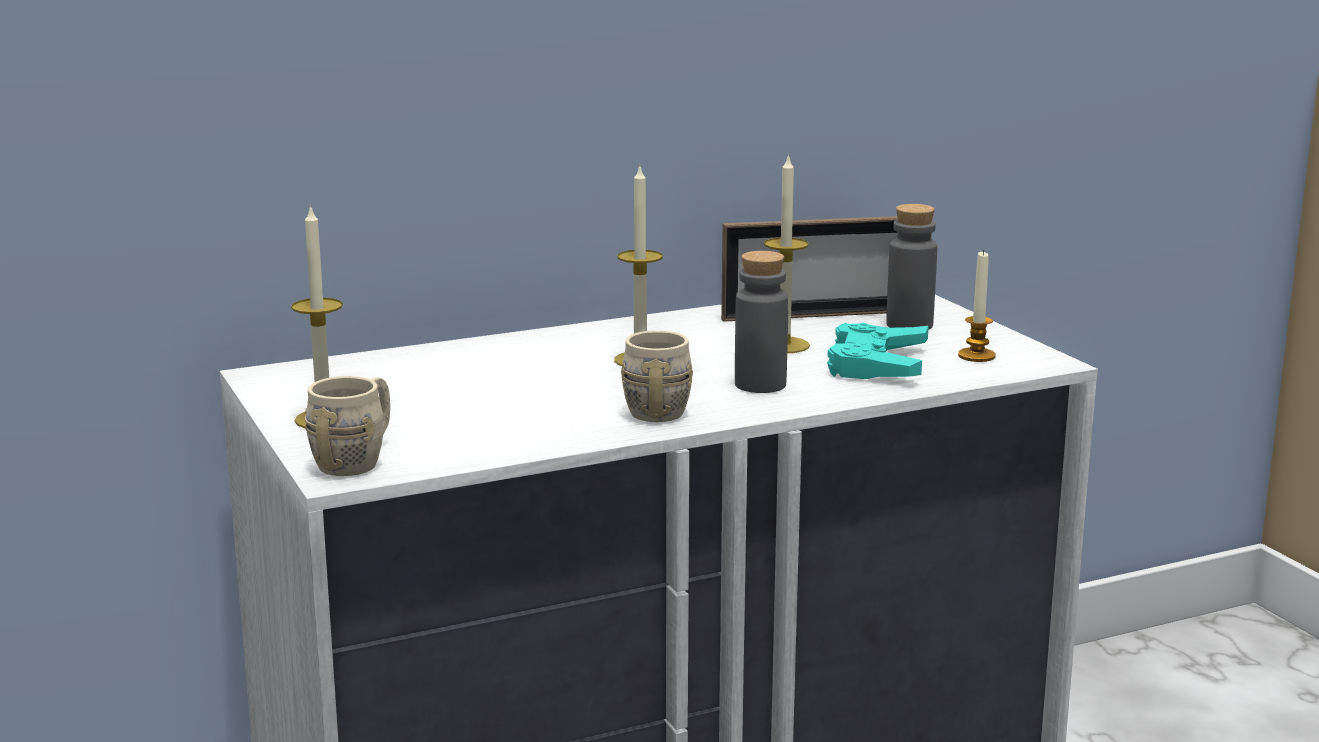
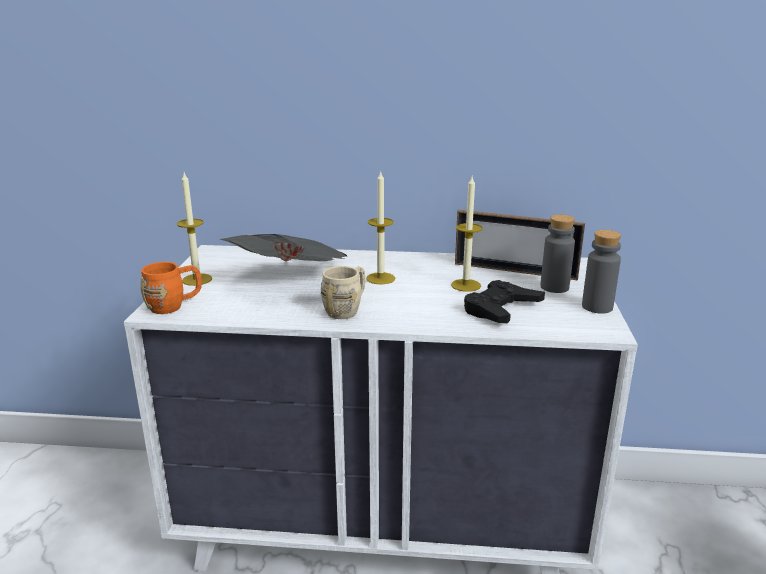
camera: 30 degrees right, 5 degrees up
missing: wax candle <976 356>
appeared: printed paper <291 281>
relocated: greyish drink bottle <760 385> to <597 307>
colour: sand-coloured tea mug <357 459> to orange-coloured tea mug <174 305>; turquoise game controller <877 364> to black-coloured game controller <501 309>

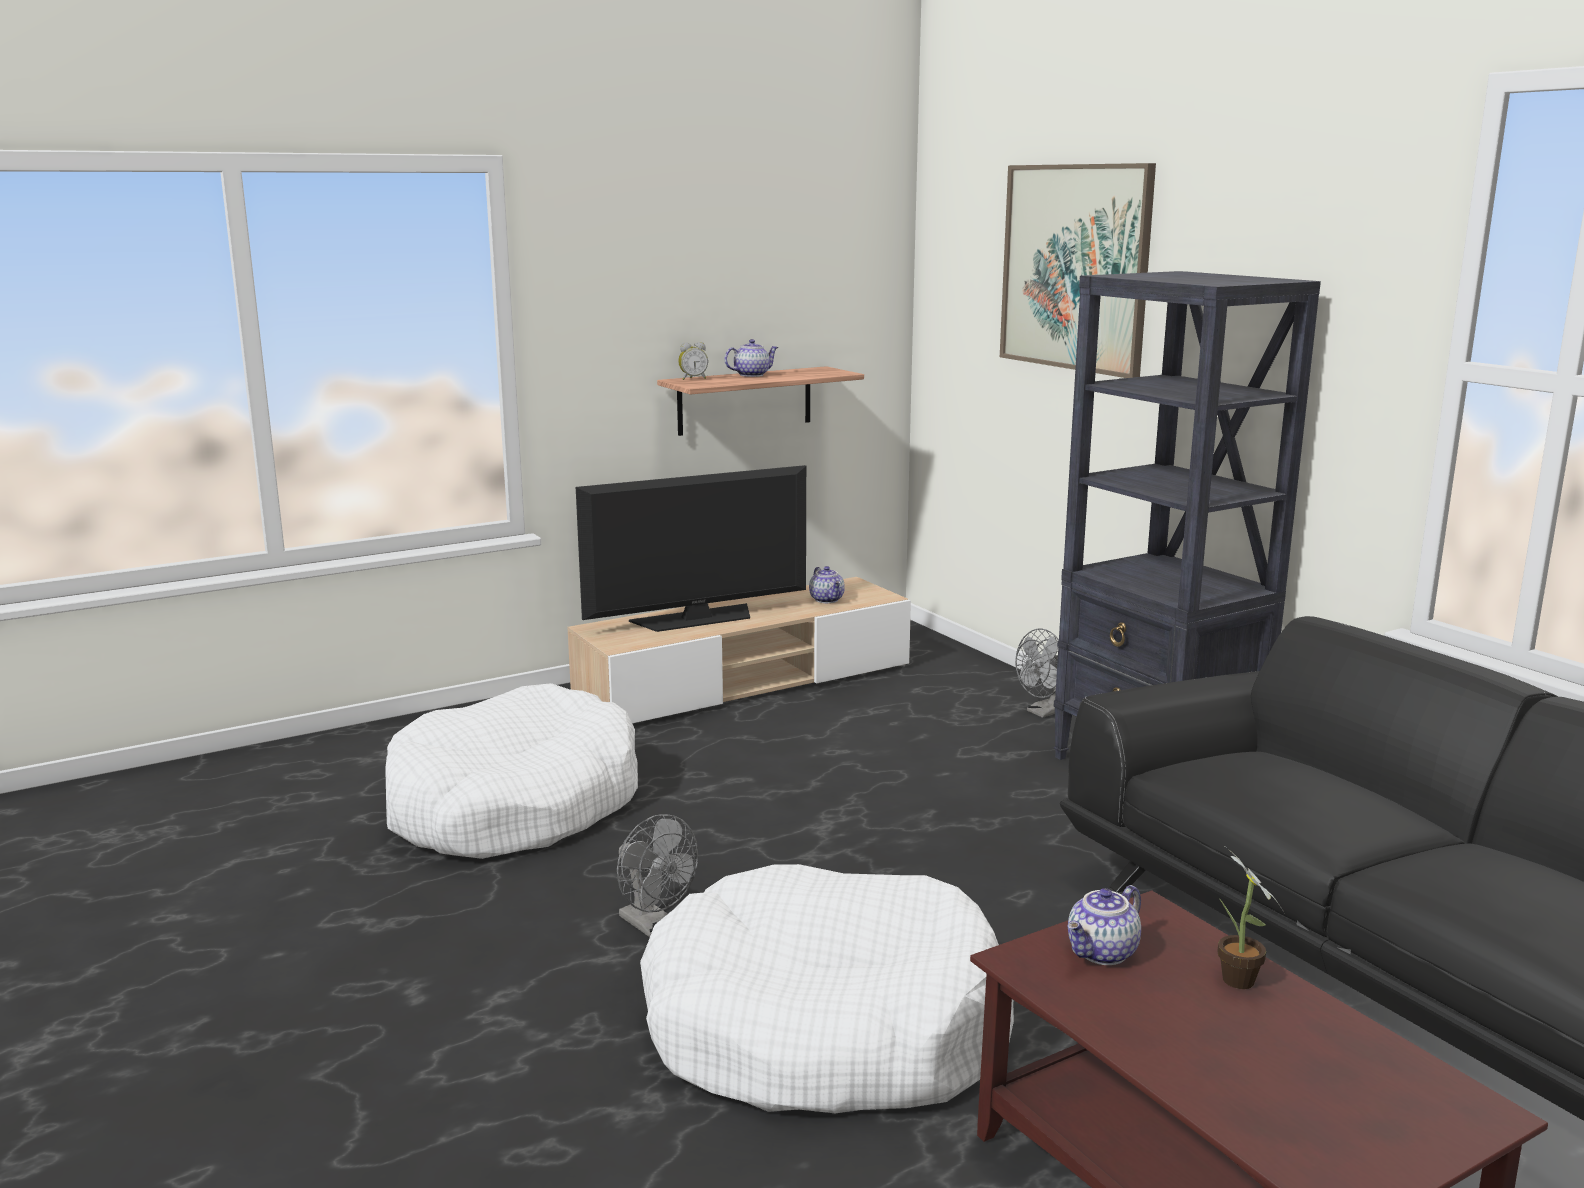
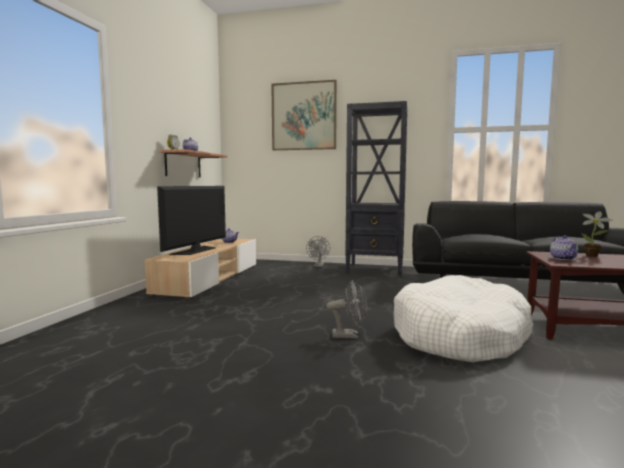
camera: 45 degrees left, 10 degrees down
missing: whitish pet bed <514 805>

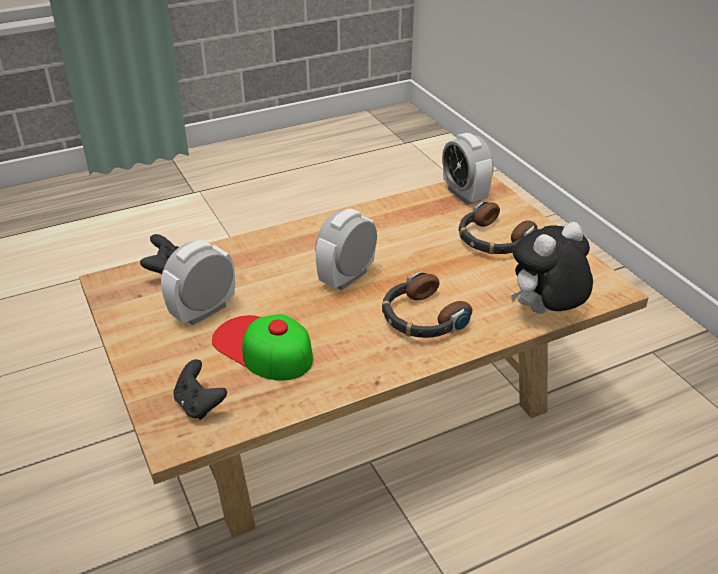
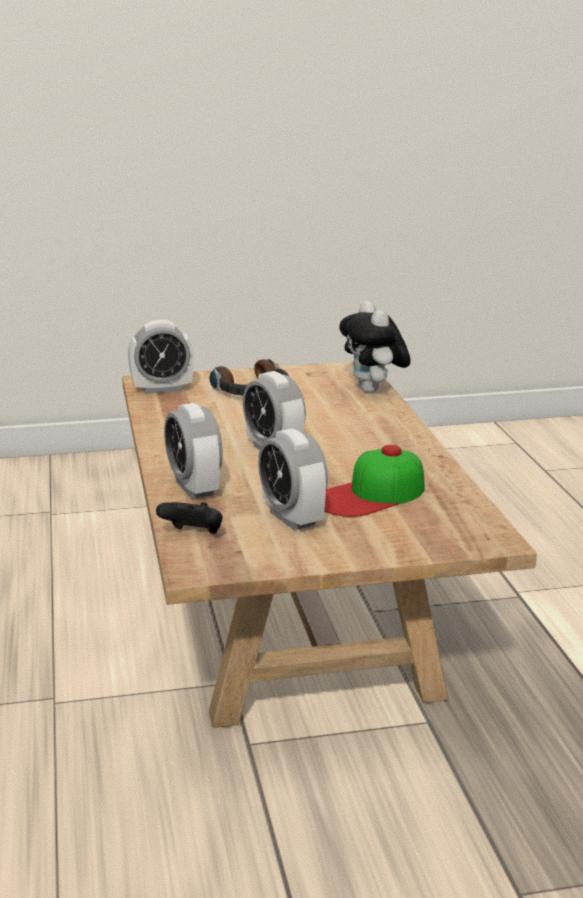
camera: 75 degrees left, 15 degrees down
missing: black-coloured game controller <199 405>; headphones <422 317>
appeared: alarm clock <194 488>

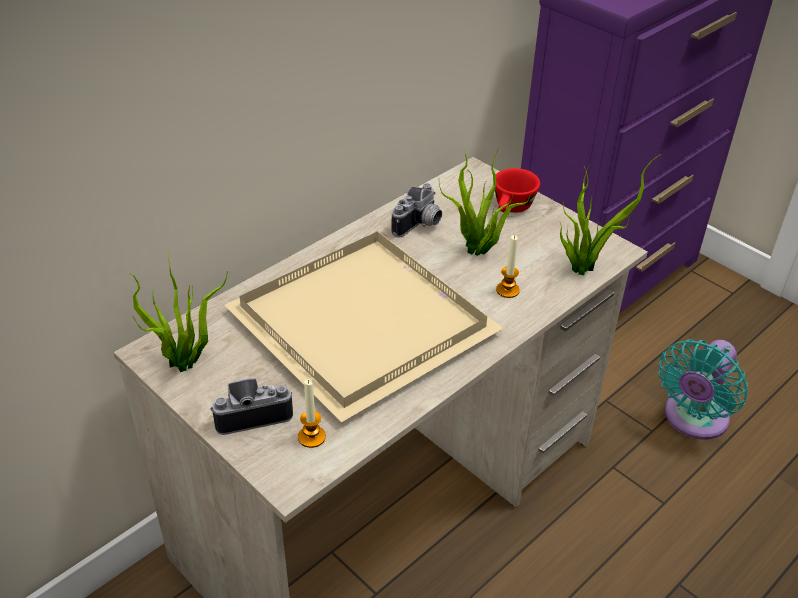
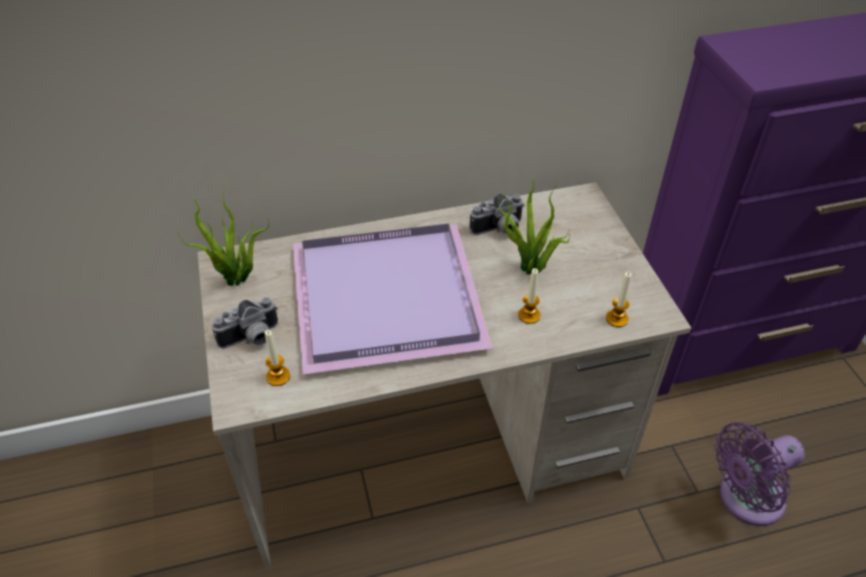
camera: 30 degrees right, 5 degrees up
missing: red drinking cup <512 209>
exchanged: plant in a pot <584 266> to wax candle <616 319>
colour: sand-coloured tray <367 324> to purplish tray <390 300>; turquoise electric fan <693 420> to purplish electric fan <745 499>
spun: still camera <252 413> = <252 339> 135 degrees clockwise

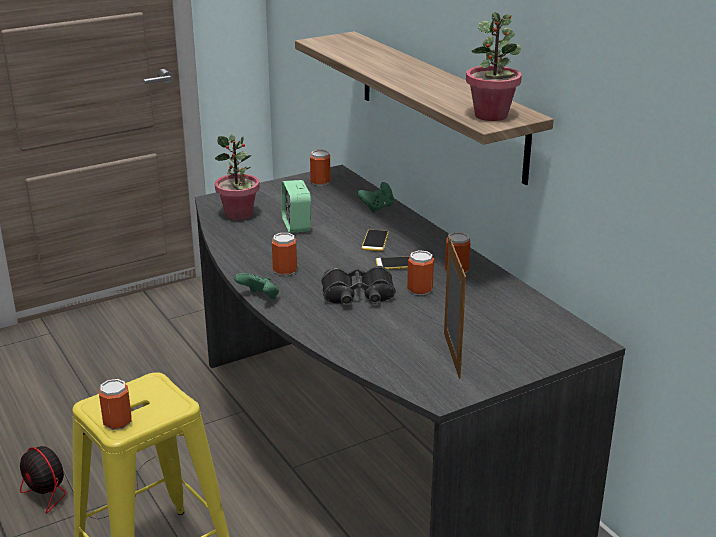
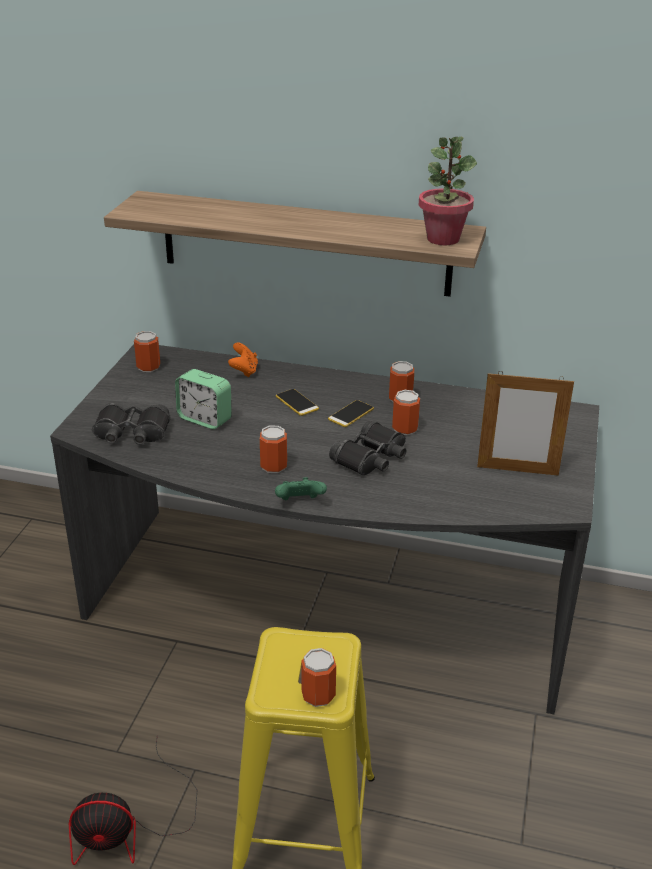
camera: 45 degrees left, 5 degrees up
exchanged: plant in a pot <239 214> to black-coloured pair of binoculars <132 433>
colour: green-coloured game controller <377 208> to orange-coloured game controller <244 371>
spun: picture frame <451 355> = <517 470> 150 degrees clockwise

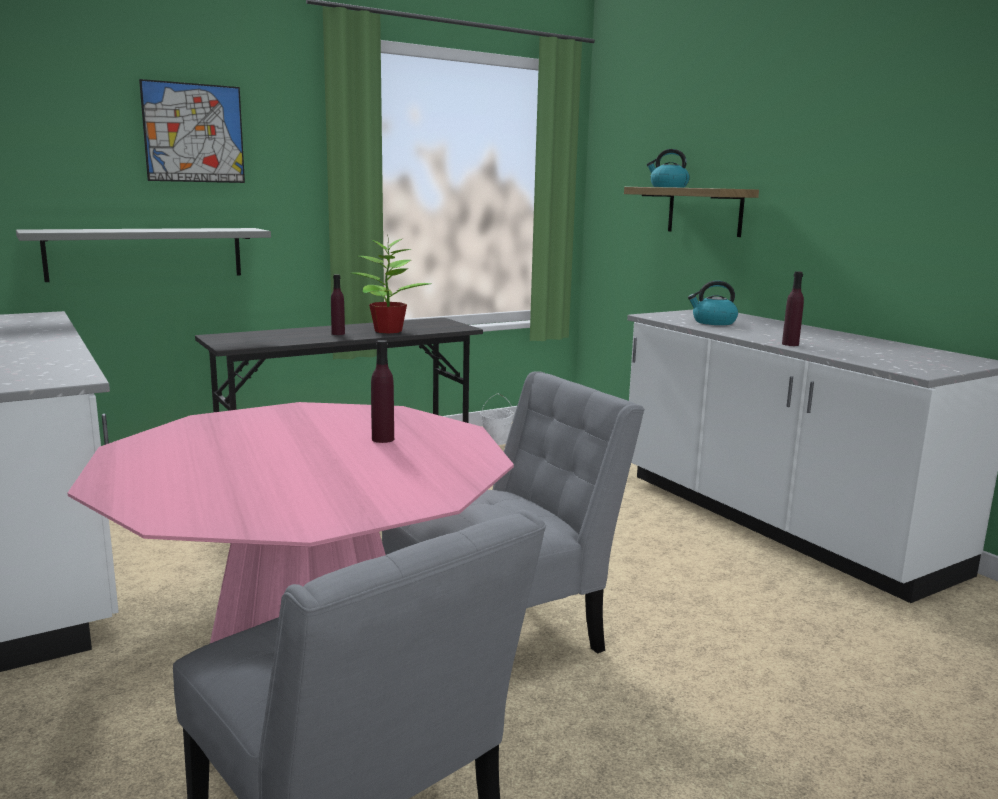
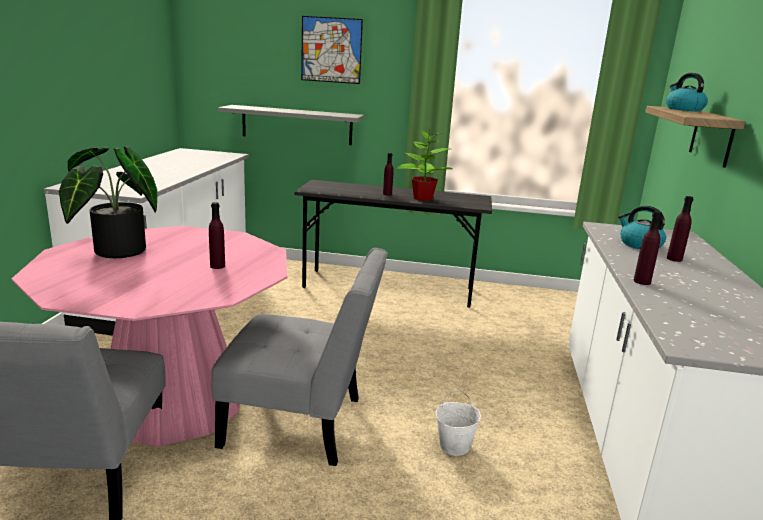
camera: 40 degrees right, 5 degrees up
appeared: plant in a pot <114 252>; purplish drink bottle <674 259>
relocated: whitish bucket <496 441> to <455 445>

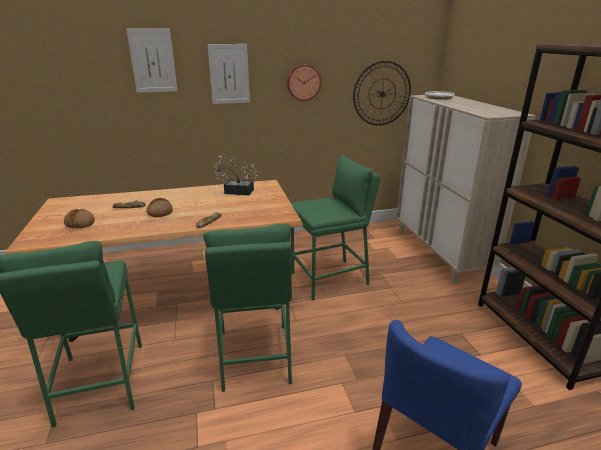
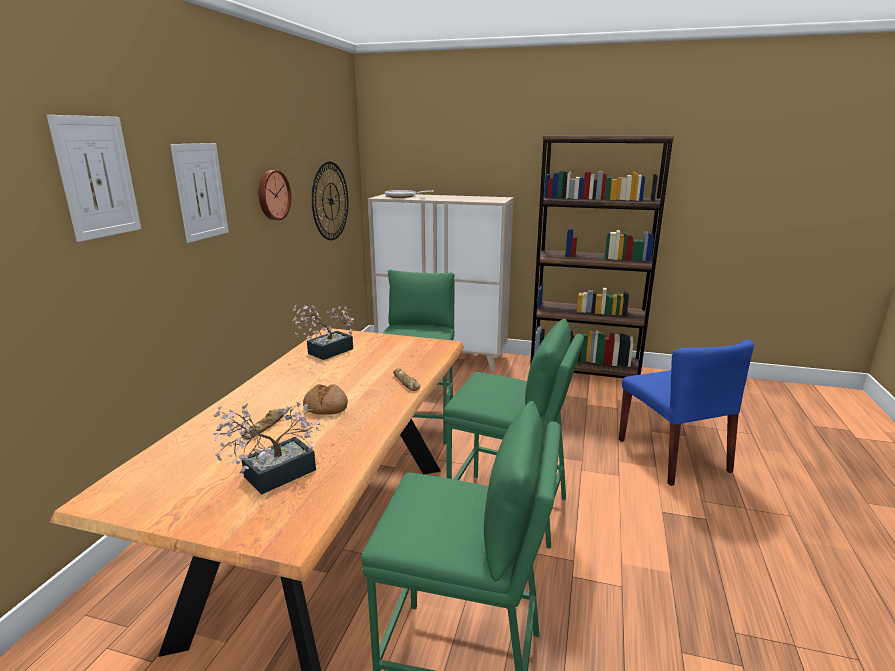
camera: 60 degrees left, 5 degrees down
exchanged: bakery bread <80 223> to plant in a pot <272 476>

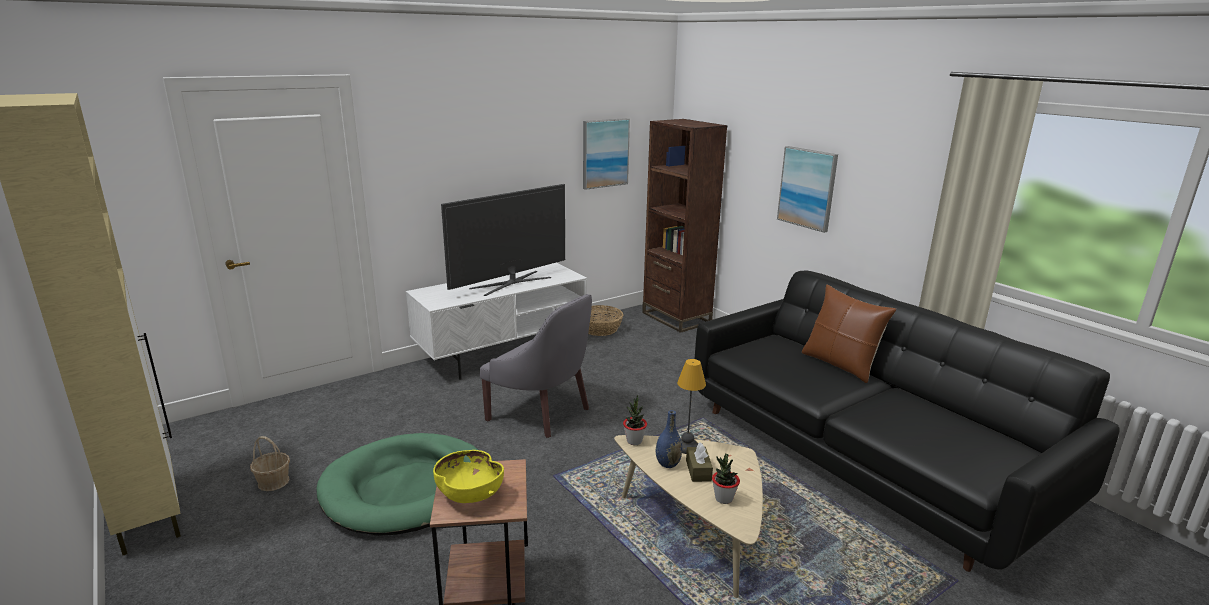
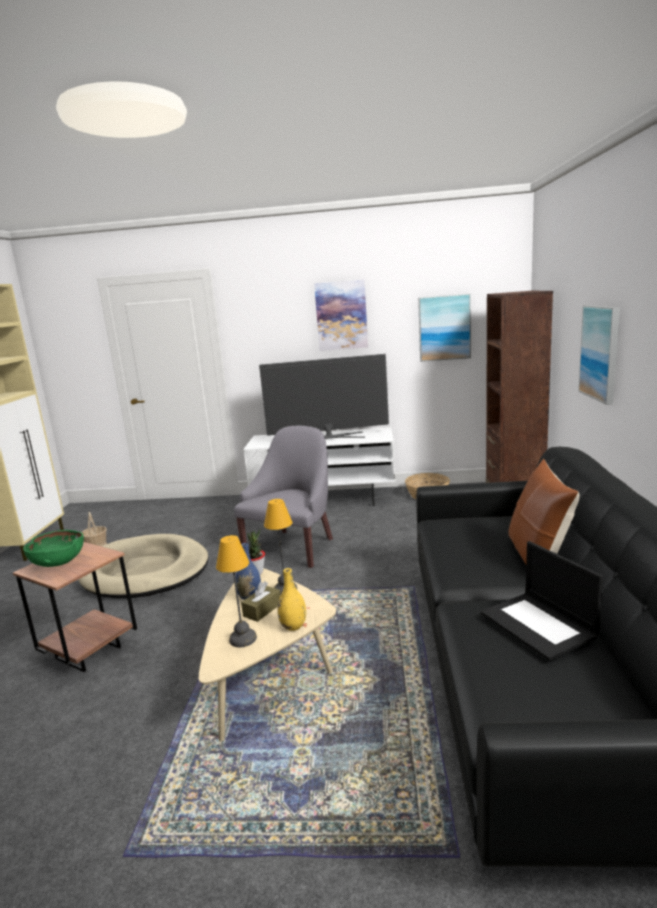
camera: 40 degrees right, 5 degrees down
appeared: yellow-coloured vase <293 626>; picture <341 315>; notebook computer <539 625>
exchanged: plant in a pot <723 499> to tabletop lamp <242 638>
colour: green-coloured pet bed <407 489> to sand-coloured pet bed <146 571>; yellow-coloured deep dish <469 494> to green-coloured deep dish <58 563>
spun: greyish easy chair <543 412> = <293 546> 135 degrees counterclockwise

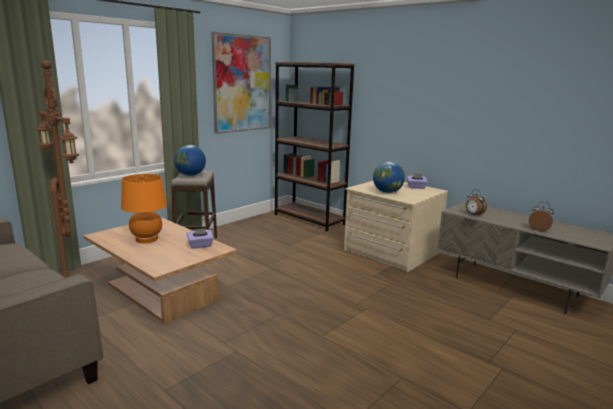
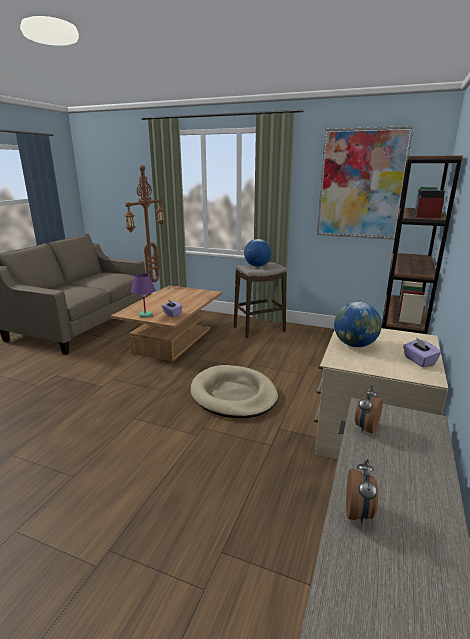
camera: 70 degrees right, 5 degrees up
missing: orange-coloured tabletop lamp <147 239>
appeared: purplish tabletop lamp <145 315>; sand-coloured pet bed <233 395>

